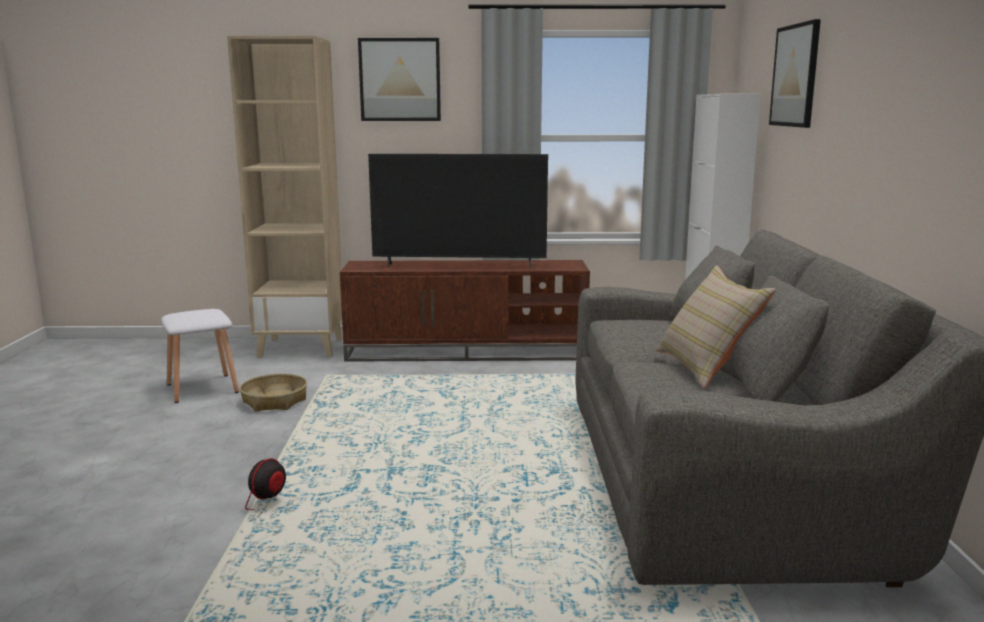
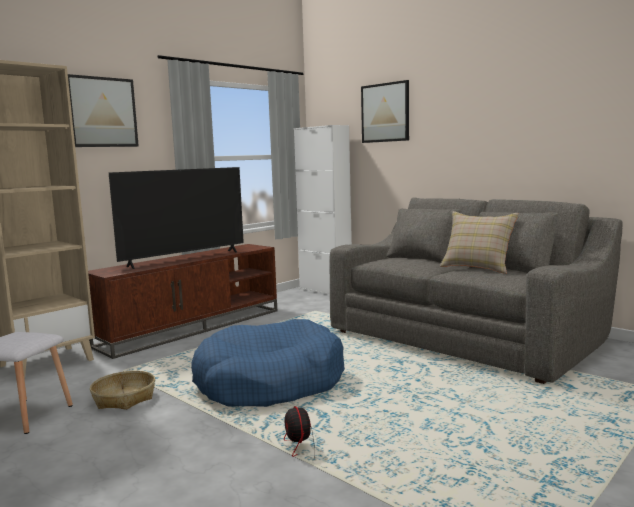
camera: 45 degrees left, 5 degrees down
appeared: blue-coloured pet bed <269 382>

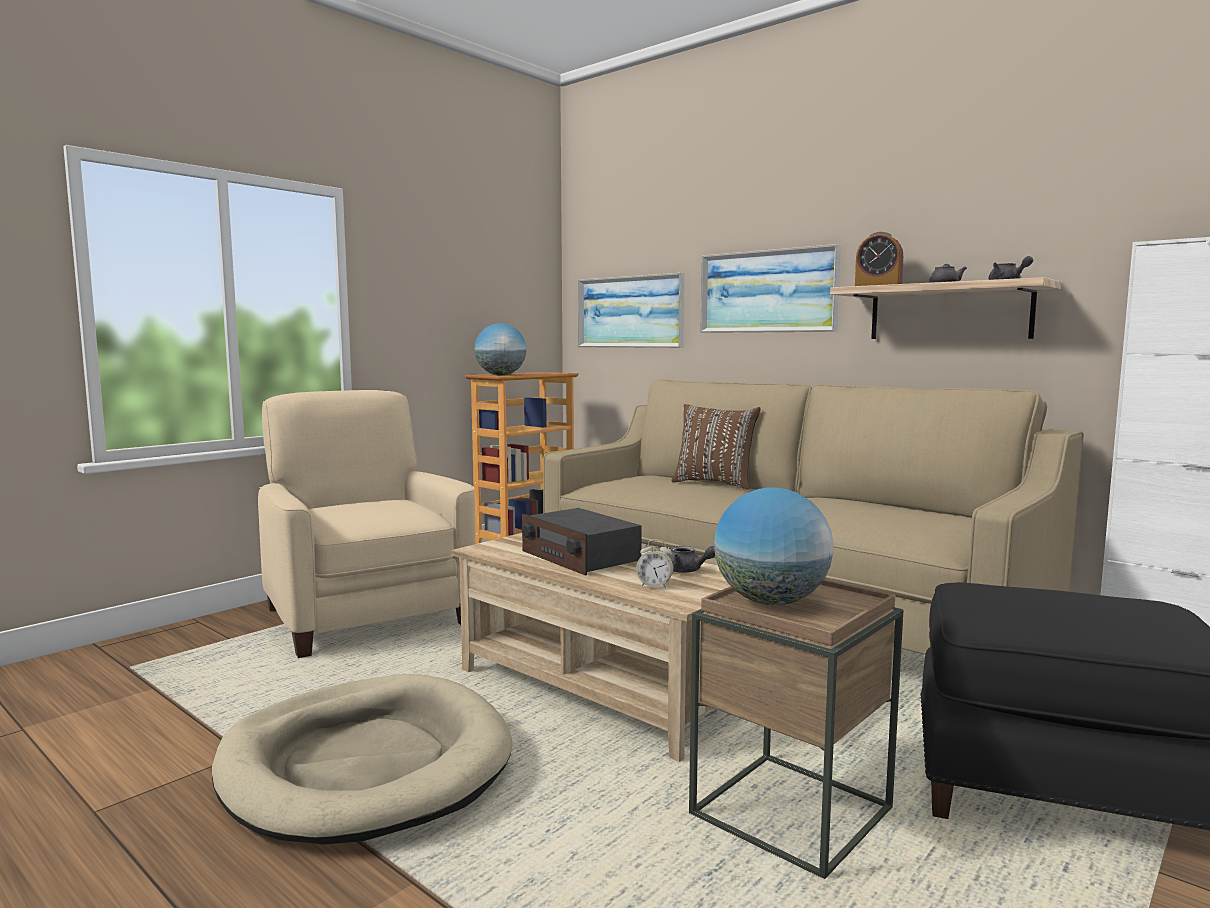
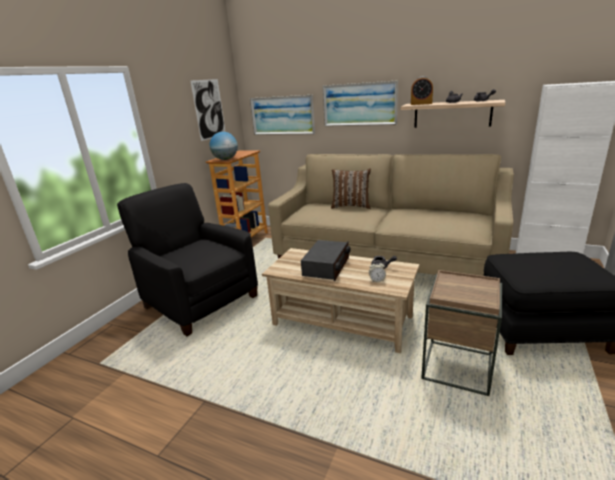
camera: 15 degrees left, 15 degrees up
missing: sand-coloured pet bed <365 765>; globe <771 601>
appeared: picture <209 109>
colour: sand-coloured easy chair <366 615> to black-coloured easy chair <200 301>
spun: radio receiver <579 557> = <327 266> 105 degrees counterclockwise

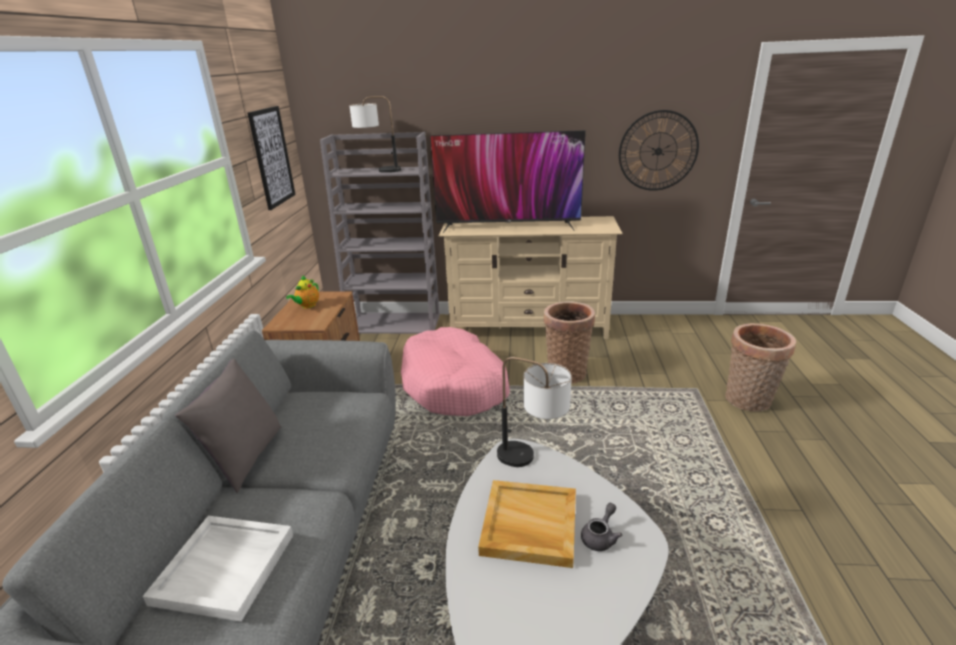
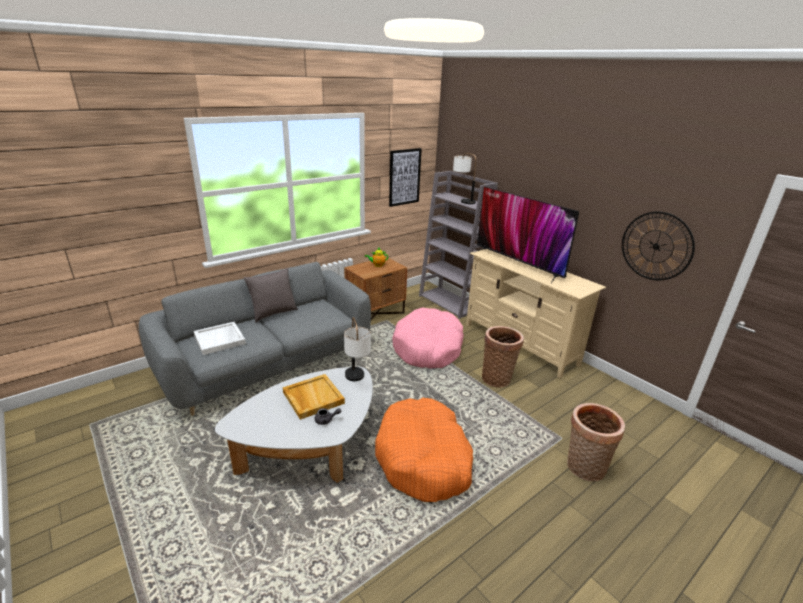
camera: 45 degrees right, 0 degrees up
appeared: orange-coloured pet bed <424 459>

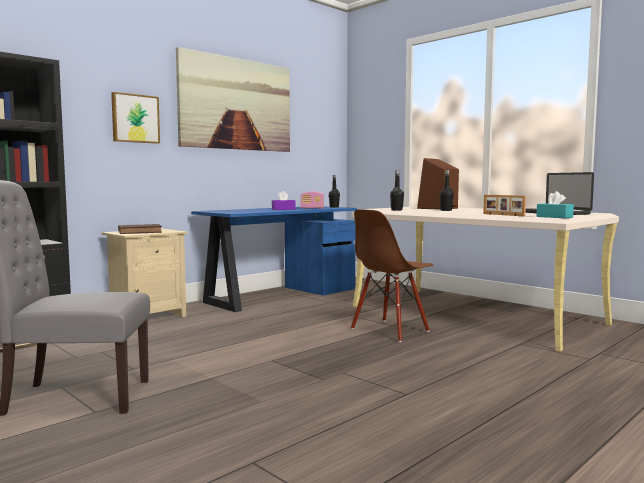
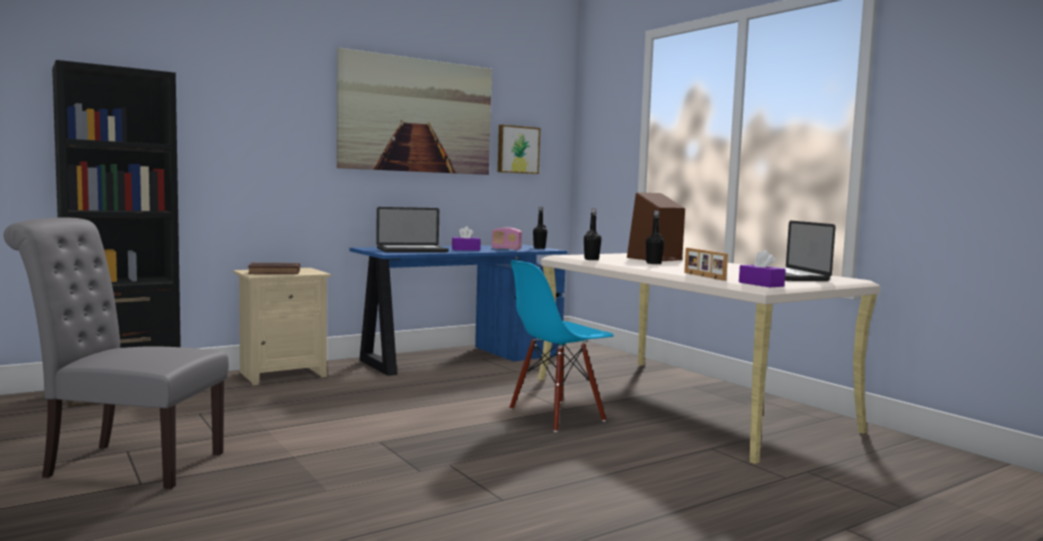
camera: 10 degrees right, 0 degrees up
appeared: notebook computer <412 250>
relocated: picture <135 118> to <517 149>
colour: brownish upright chair <390 330> to blue-coloured upright chair <556 415>; turquoise tissue box <554 217> to purplish tissue box <761 284>

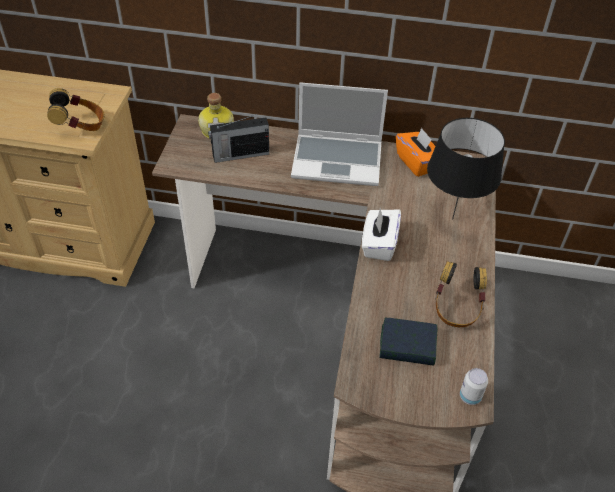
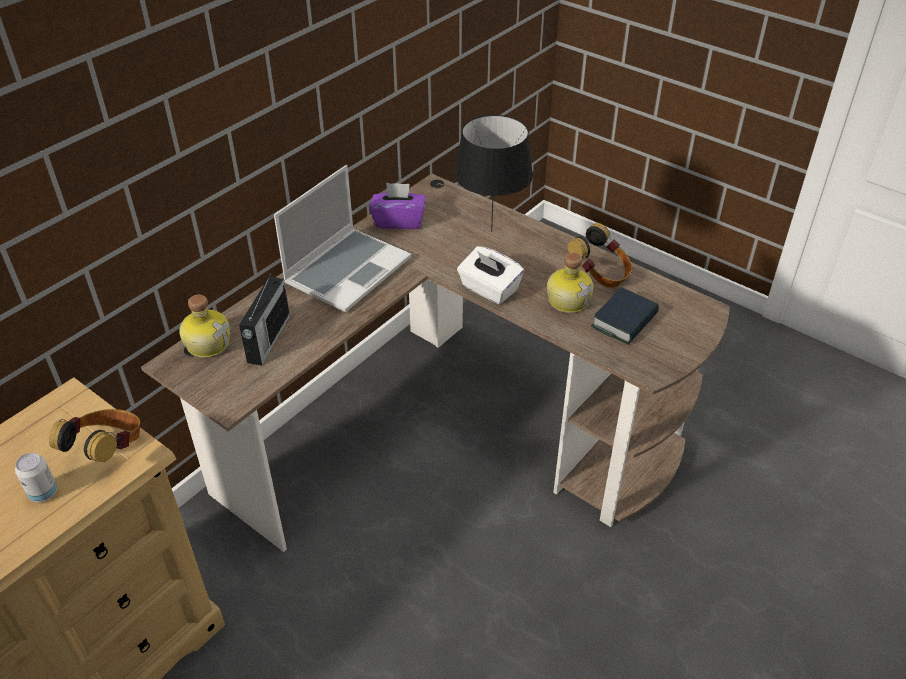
camera: 60 degrees left, 5 degrees down
appeared: drink bottle <568 300>
relocated: can <470 396> to <43 493>
colour: orange-coloured tissue box <417 163> to purplish tissue box <398 221>

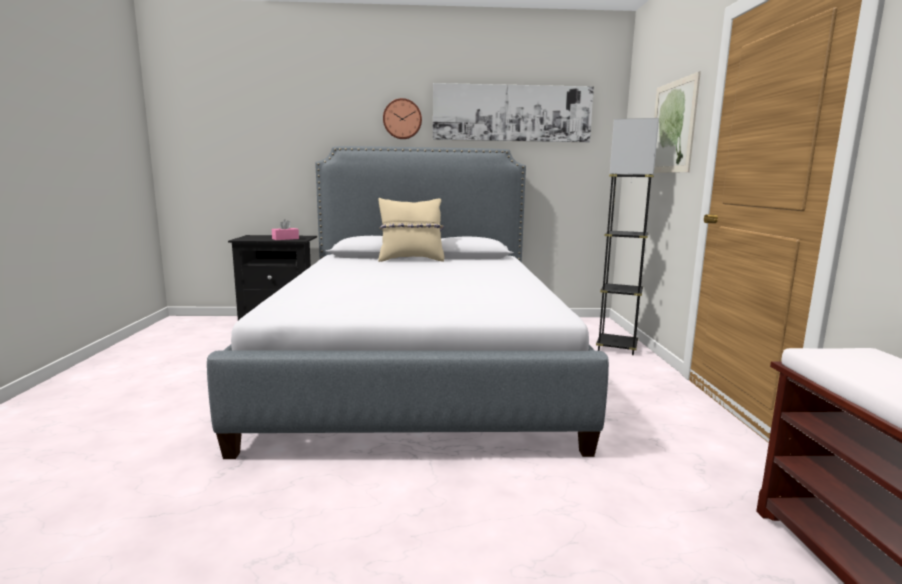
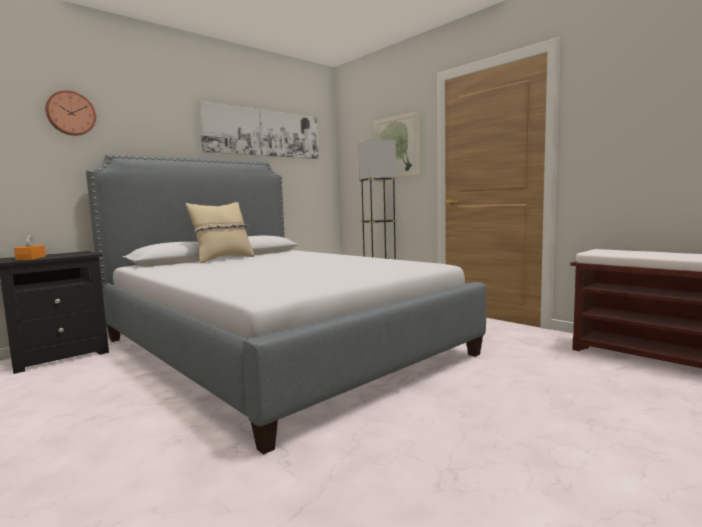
camera: 40 degrees left, 5 degrees down
missing: pink tissue box <285 239>
appeared: orange-coloured tissue box <31 258>
relocated: hanging clock <402 119> to <70 113>

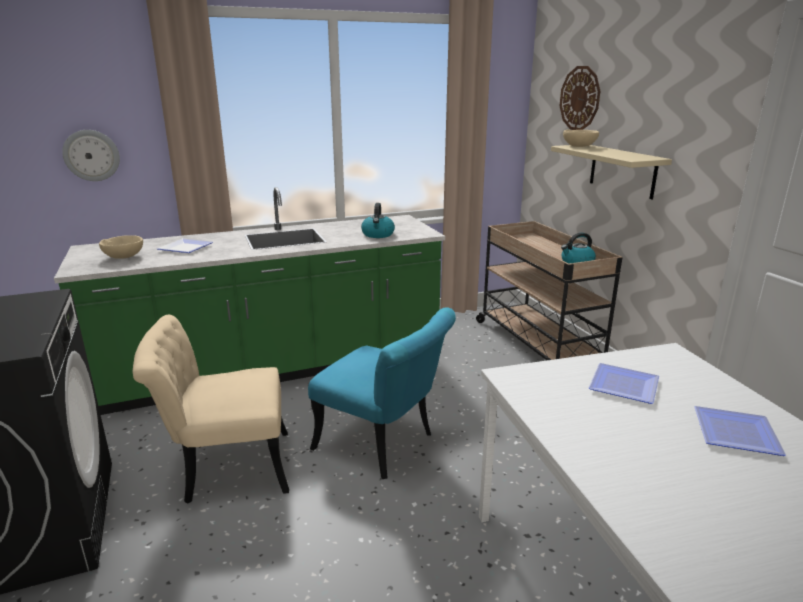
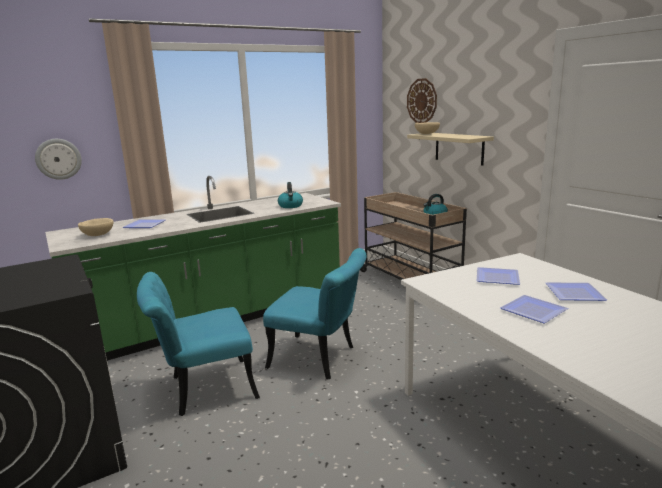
camera: 10 degrees left, 5 degrees down
appeared: plate <530 311>
colour: sand-coloured upright chair <226 468> to turquoise upright chair <203 389>

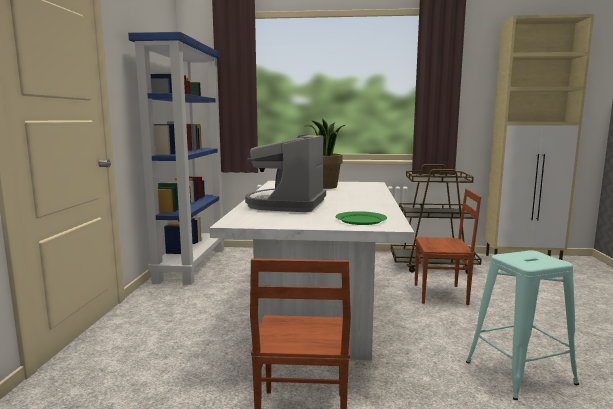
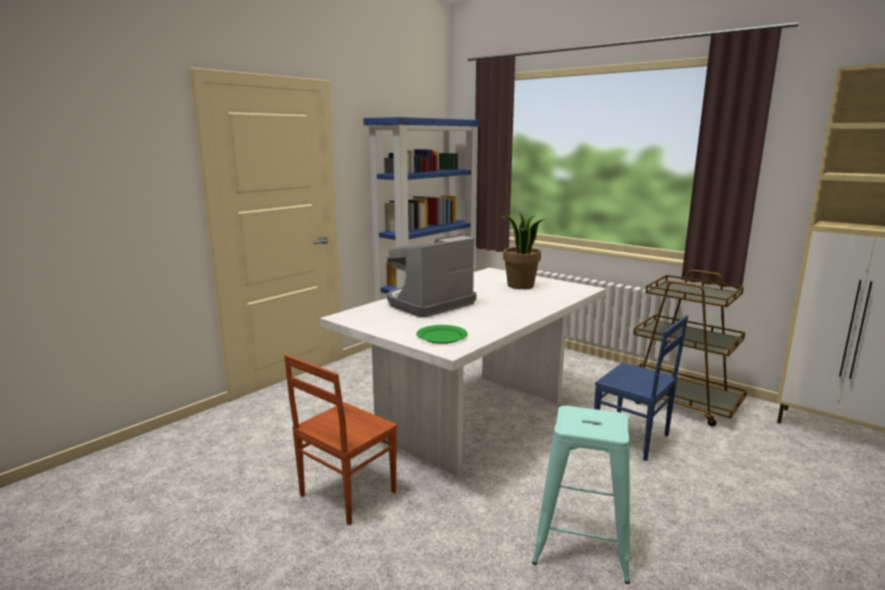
camera: 35 degrees right, 5 degrees up
colour: brownish upright chair <441 294> to blue-coloured upright chair <631 439>

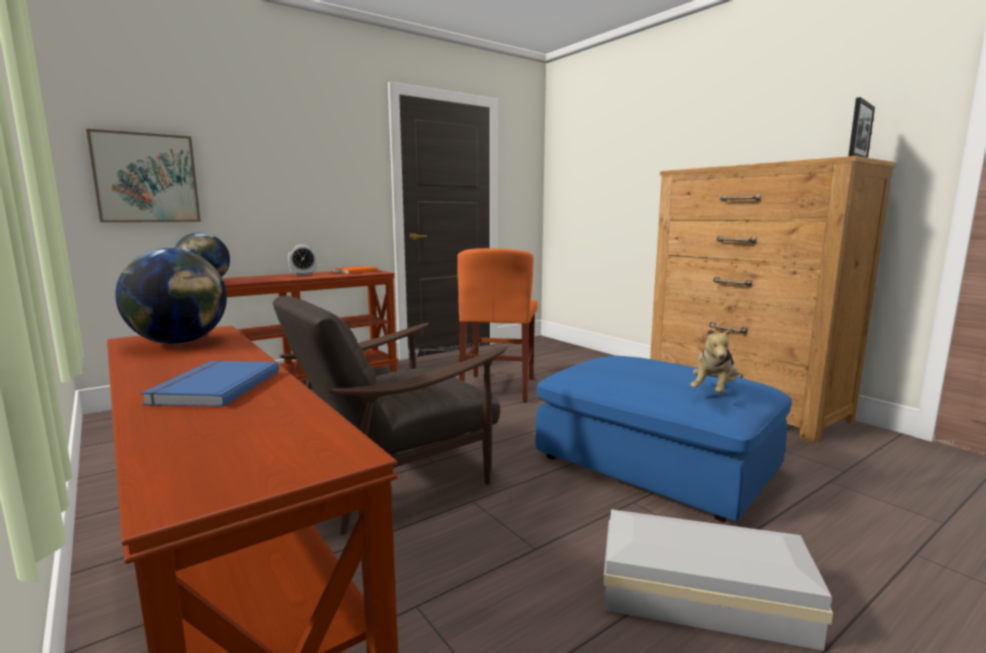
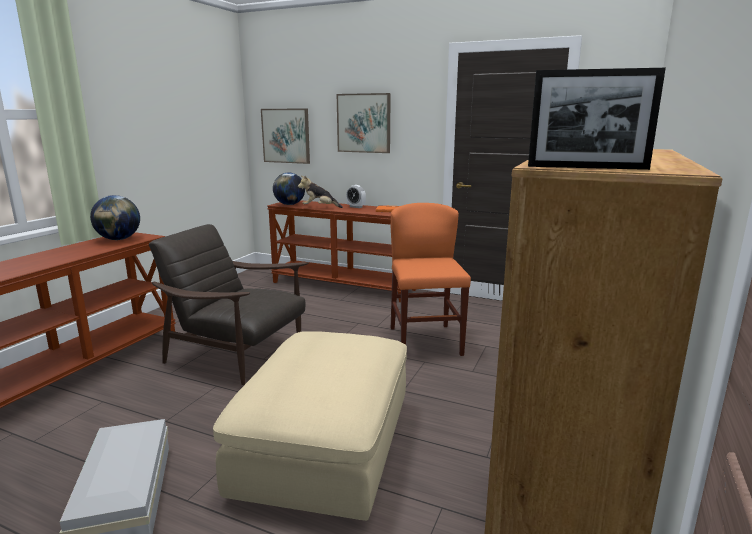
camera: 60 degrees right, 5 degrees up
missing: blue-coloured volume <213 387>
appeared: picture <364 123>
relocated: soft toy <714 391> to <319 208>
colour: blue-coloured pouffe <656 463> to sand-coloured pouffe <327 446>
spun: orange-coloured upright chair <498 388> = <425 341> 105 degrees clockwise

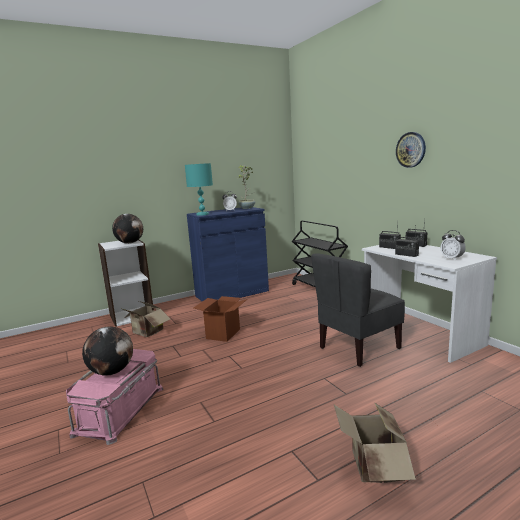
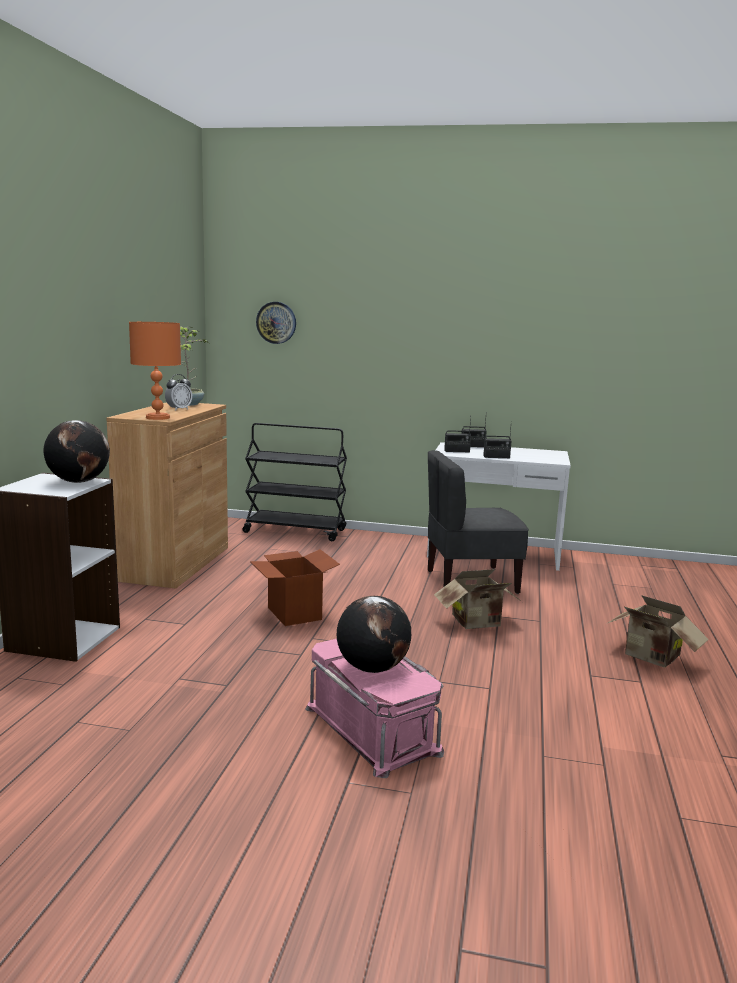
camera: 50 degrees left, 0 degrees up
missing: alarm clock <452 259>
relocated: packing box <146 333> to <479 623>; hanging clock <411 149> to <276 322>
colour: turquoise tabletop lamp <202 214> to orange-coloured tabletop lamp <158 418>; blue-coloured storage cabinet <232 293> to brownish storage cabinet <175 563>
spun: greyish upright chair <358 348> = <471 581> 75 degrees clockwise

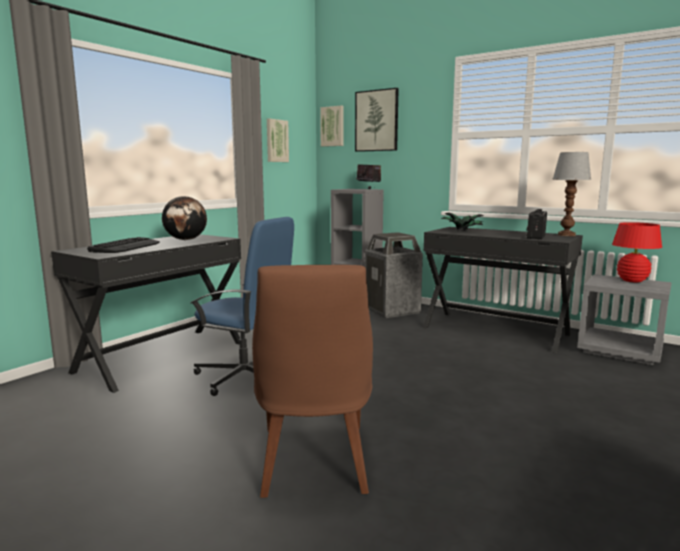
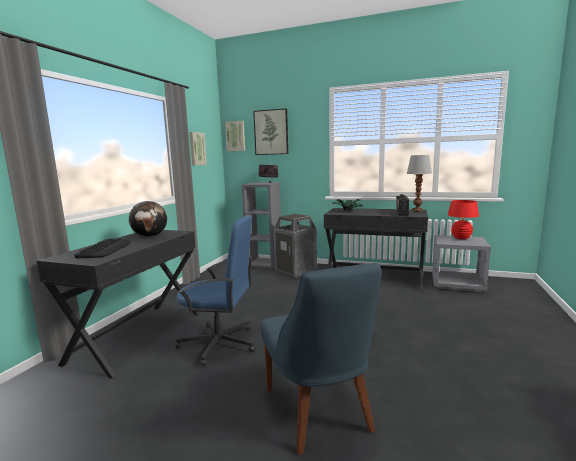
camera: 15 degrees left, 0 degrees up
colour: brownish upright chair <313 462> to blue-coloured upright chair <319 412>

